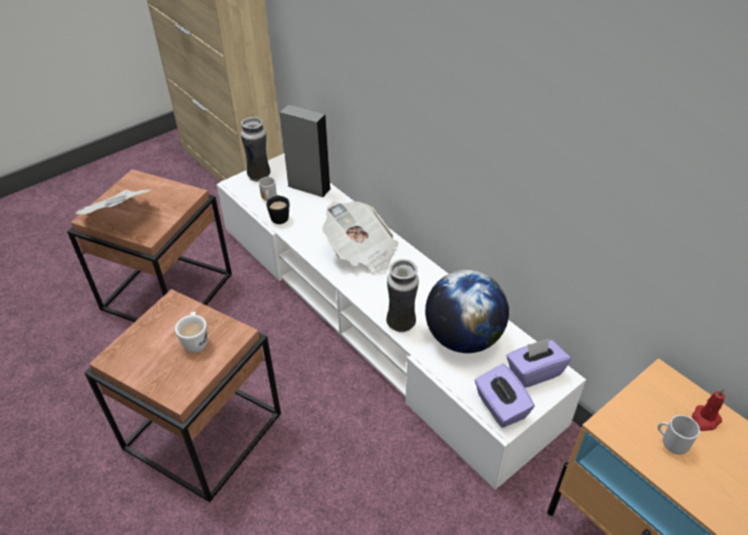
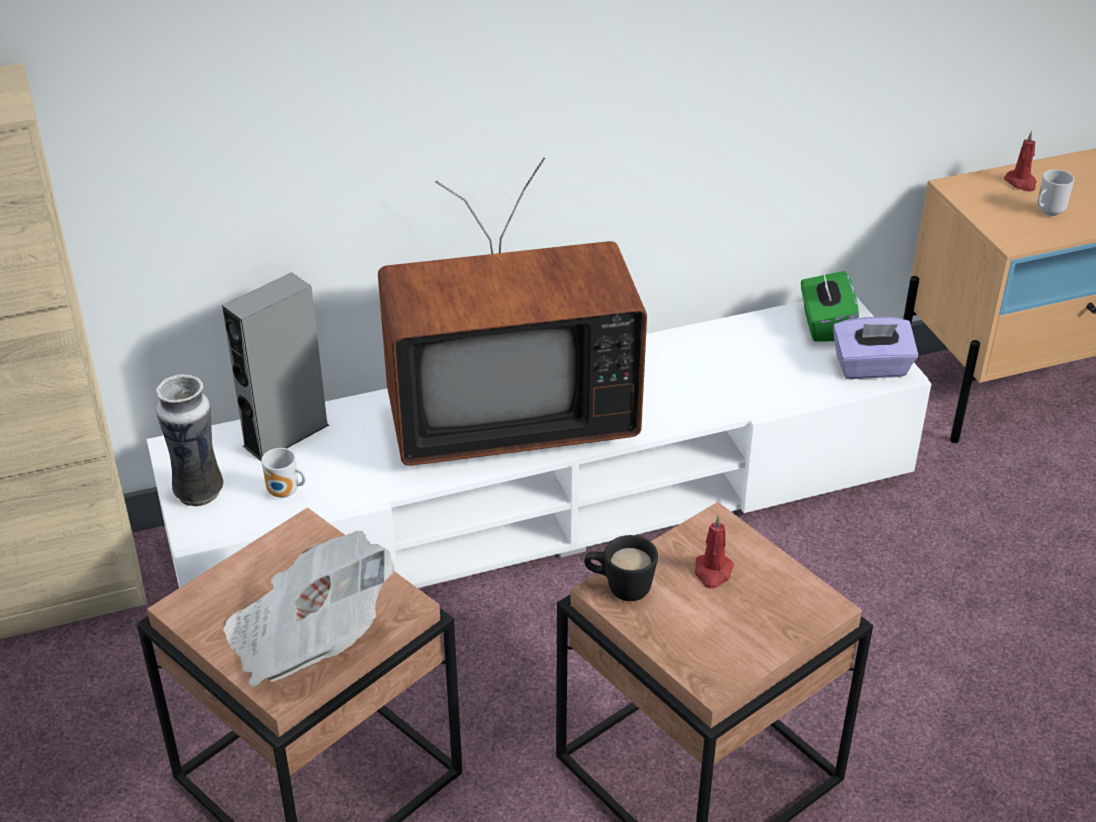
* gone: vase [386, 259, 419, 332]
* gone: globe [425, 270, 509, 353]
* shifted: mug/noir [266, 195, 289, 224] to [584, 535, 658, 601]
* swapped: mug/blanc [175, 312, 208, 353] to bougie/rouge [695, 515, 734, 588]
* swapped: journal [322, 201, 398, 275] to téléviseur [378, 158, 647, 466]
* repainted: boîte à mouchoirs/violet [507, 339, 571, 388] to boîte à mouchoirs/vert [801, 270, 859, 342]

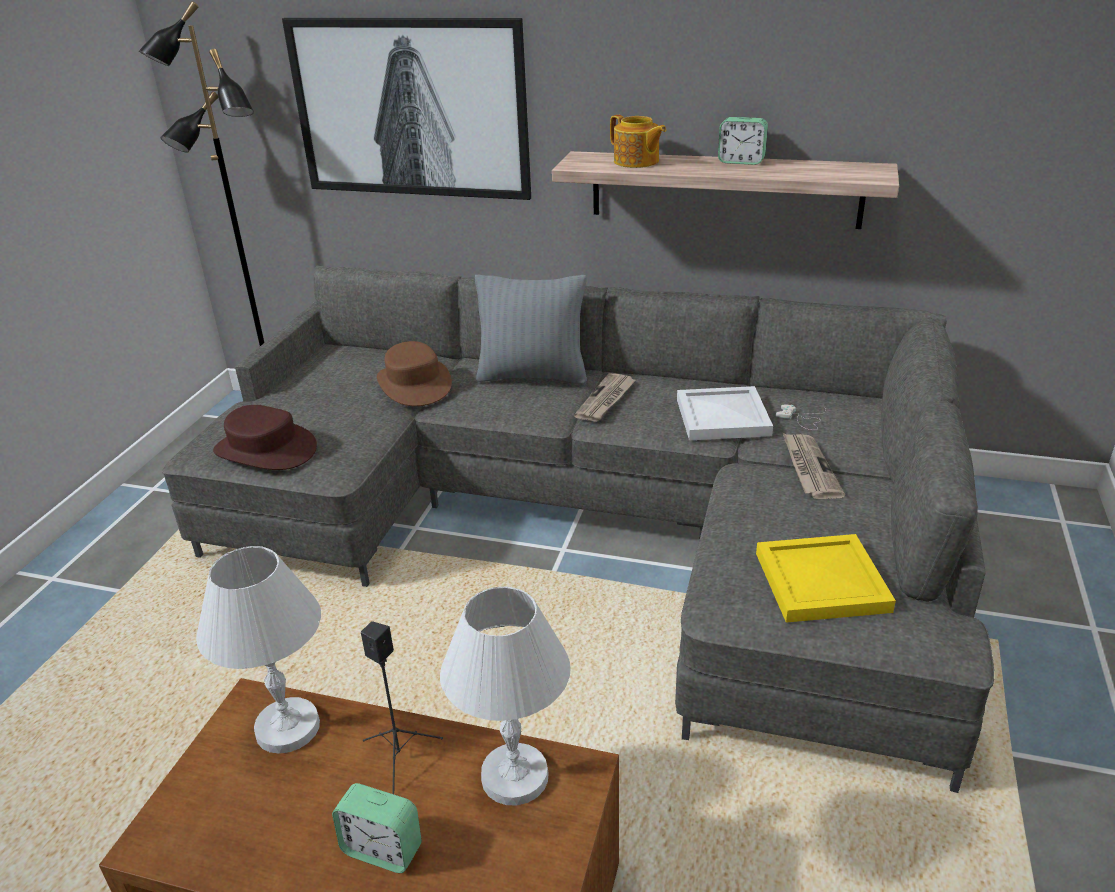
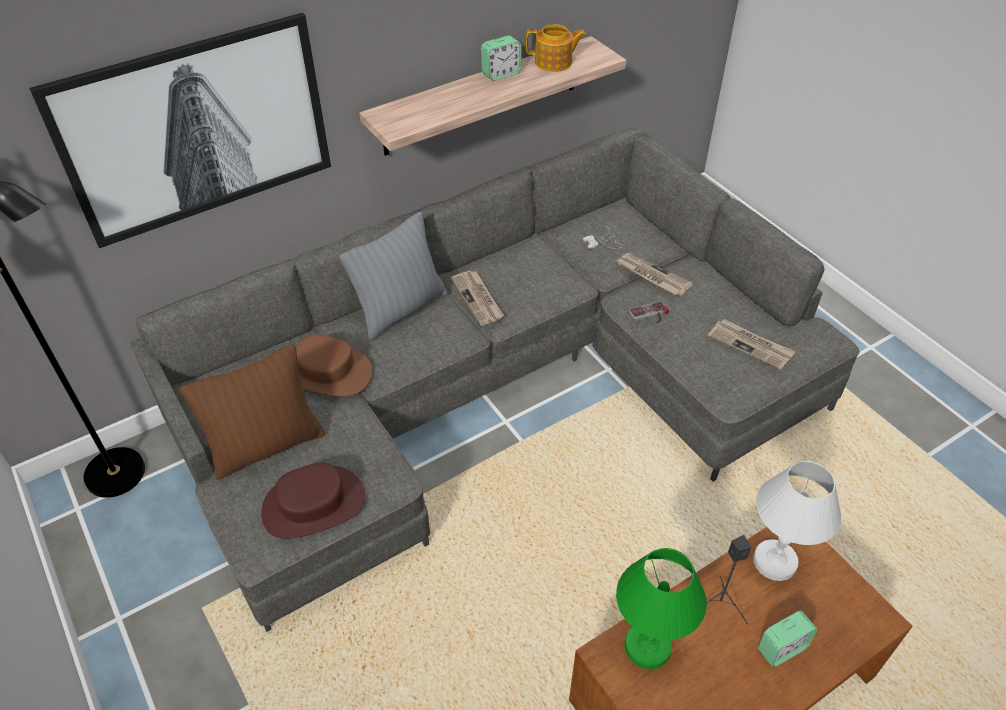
* gone: plateau/blanc [677, 386, 773, 440]
* new: coussin/marron [180, 344, 325, 480]
* new: manette [628, 301, 669, 323]
* shifted: théière [610, 115, 666, 168] to [526, 24, 586, 72]
* swapped: plateau/jaune [756, 534, 896, 623] to journal [708, 319, 796, 370]
* repainted: lampe de table/blanc [196, 546, 321, 754] to lampe de table/vert [616, 548, 707, 669]

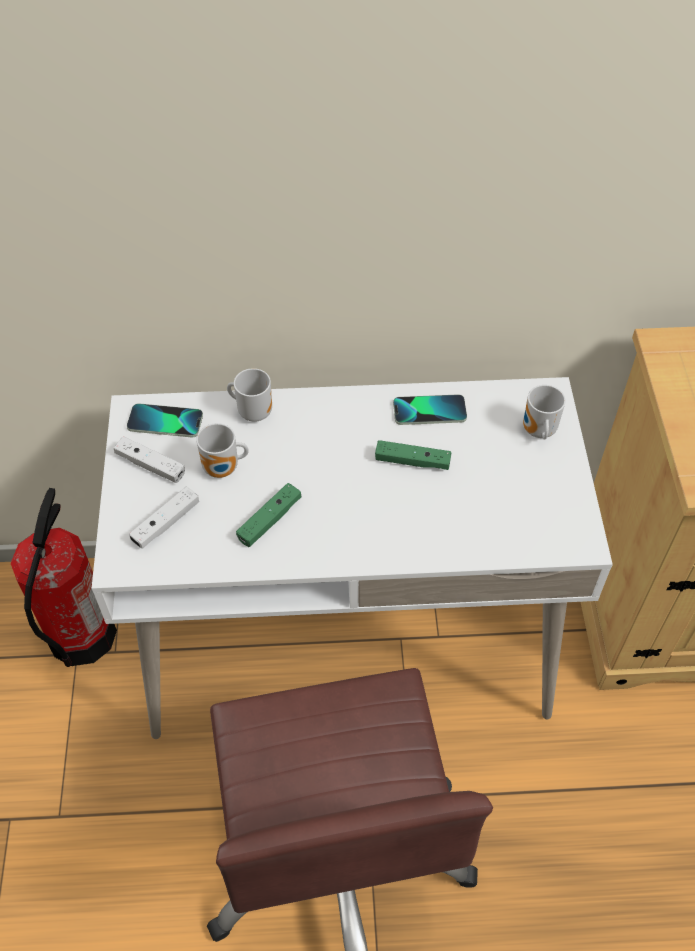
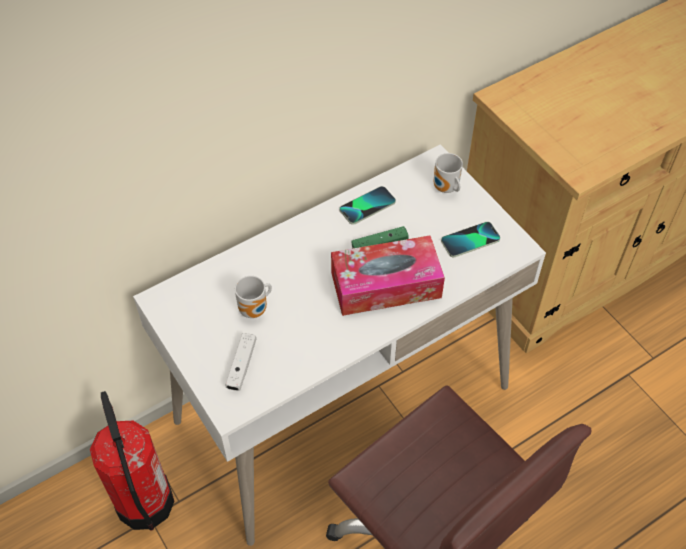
* gone: manette/blanc [113, 436, 185, 483]
* gone: mug [227, 368, 272, 422]
* gone: manette/vert [236, 483, 301, 547]
* new: boîte à mouchoirs [331, 236, 445, 316]
* shifted: téléphone [127, 403, 203, 437] to [441, 222, 500, 257]

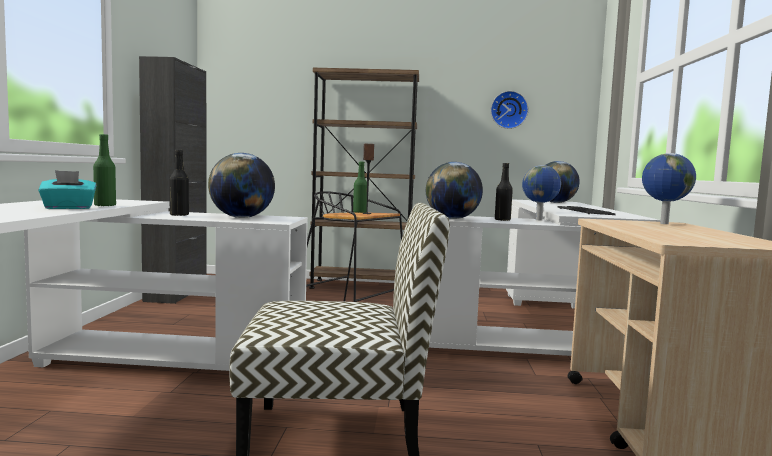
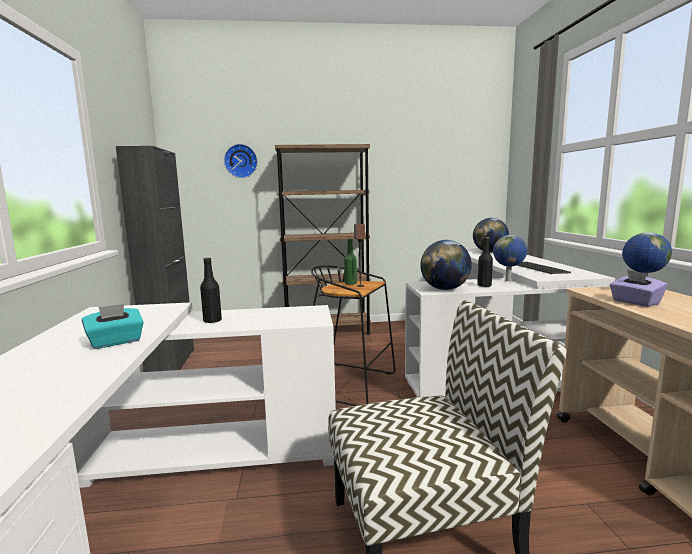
* gone: bouteille/vert [93, 134, 116, 206]
* gone: globe [208, 153, 275, 218]
* new: boîte à mouchoirs/violet [609, 270, 667, 307]
* shifted: horloge murale [491, 91, 528, 129] to [224, 144, 258, 178]

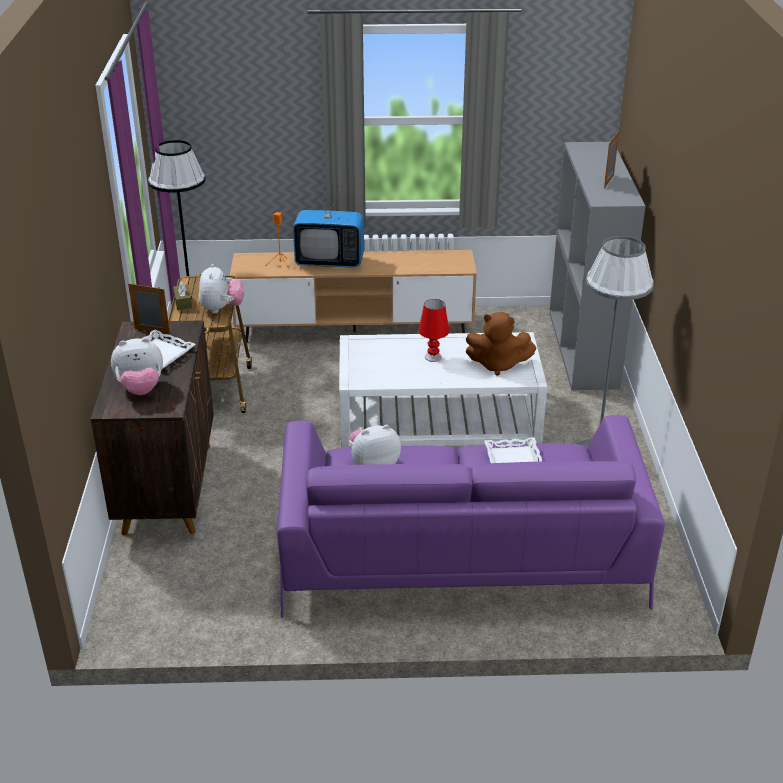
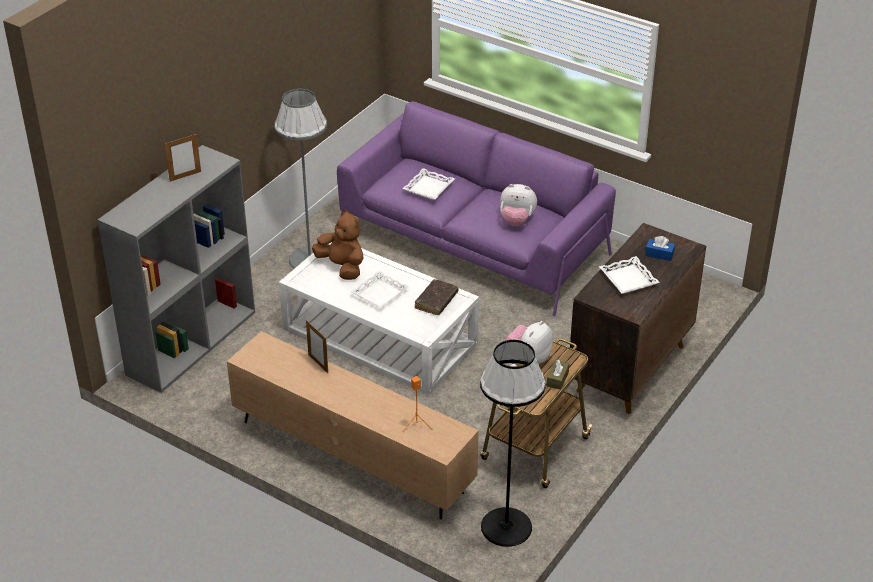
* gone: téléviseur [293, 185, 364, 268]
* new: livre/marron [415, 279, 458, 315]
* shifted: cadre photo [128, 283, 170, 335] to [306, 320, 328, 373]
* swapped: peluche [111, 338, 163, 395] to boîte à mouchoirs/bleu [645, 236, 675, 261]
* swapped: lampe de table/rouge [418, 299, 449, 362] to plateau/blanc [351, 271, 409, 309]

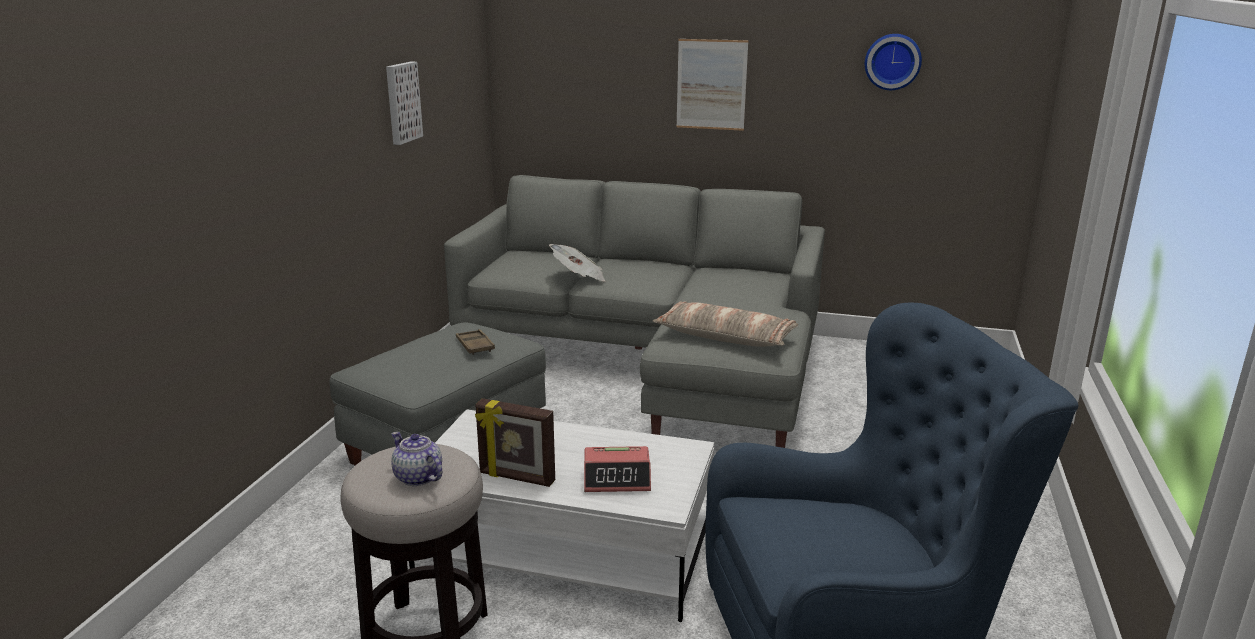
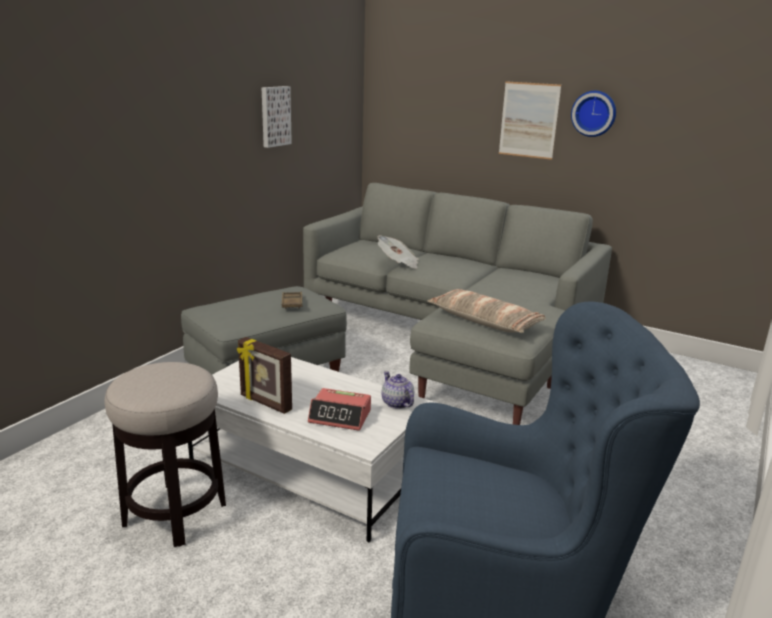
* shifted: théière [391, 432, 442, 486] to [381, 371, 414, 409]
* shifted: horloge murale [865, 34, 922, 90] to [571, 91, 616, 137]

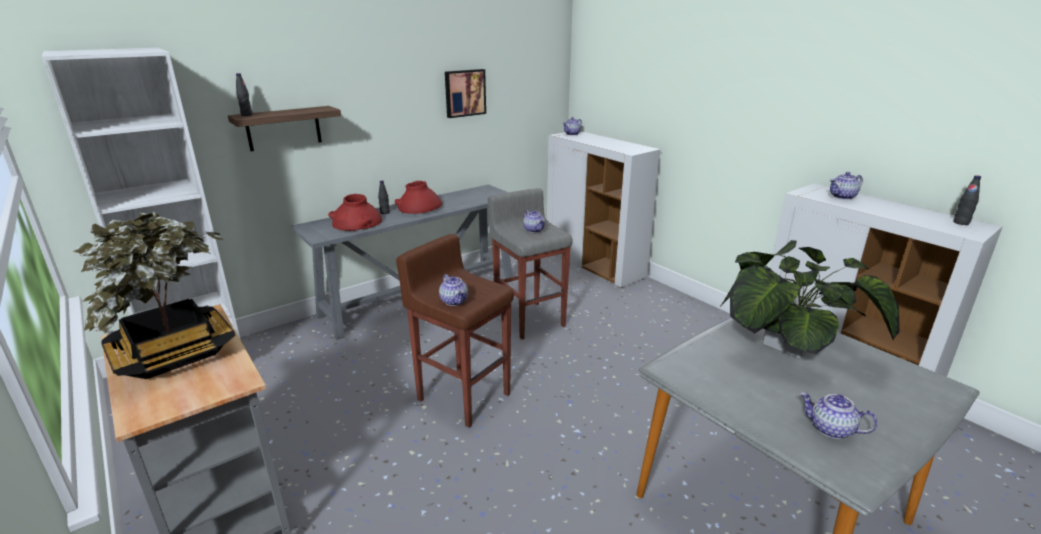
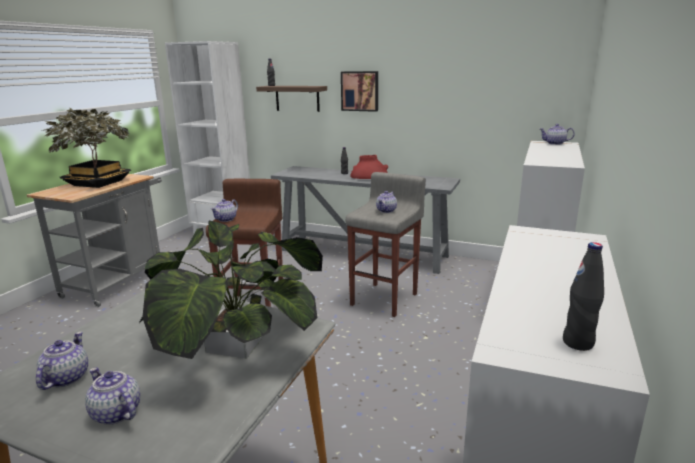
* gone: vase/rouge [328, 194, 382, 231]
* shifted: tableau [445, 69, 486, 118] to [341, 71, 378, 112]
* shifted: théière [830, 172, 863, 199] to [85, 367, 140, 425]

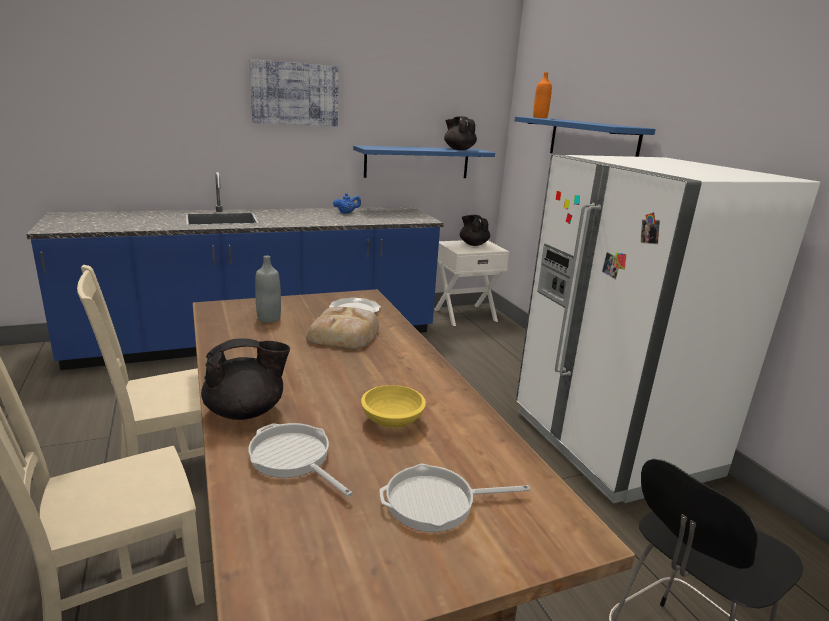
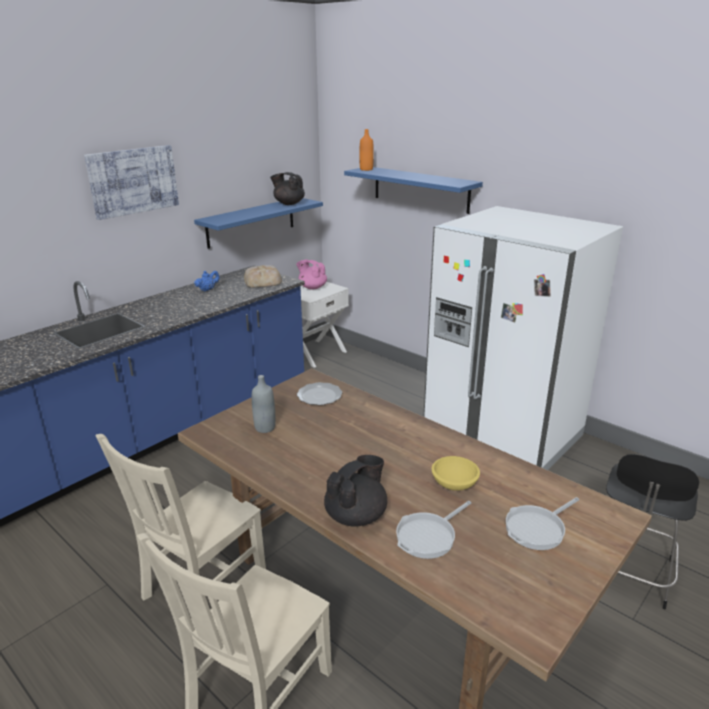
* shifted: pain [306, 307, 379, 349] to [244, 265, 282, 288]
* repainted: théière/noir [460, 215, 490, 246] to théière/rose [296, 260, 327, 289]
* rotated: poêle [248, 423, 353, 497] = [396, 501, 471, 559] 60 degrees counterclockwise

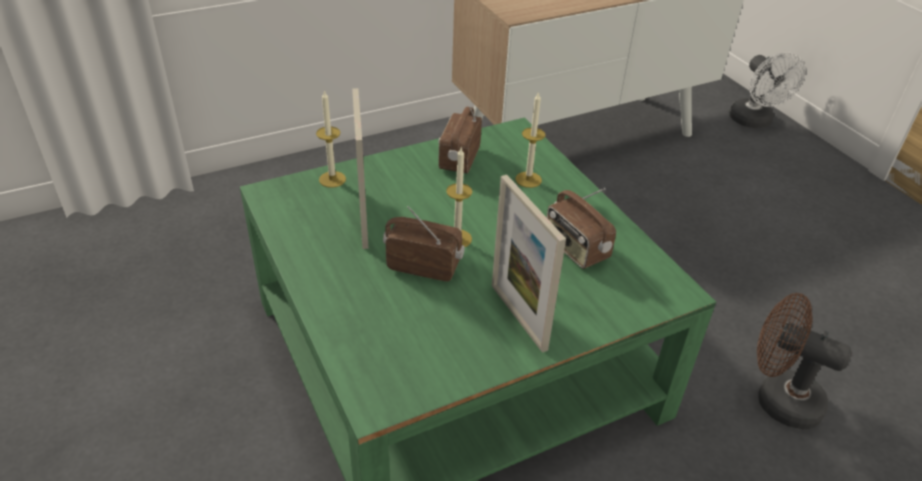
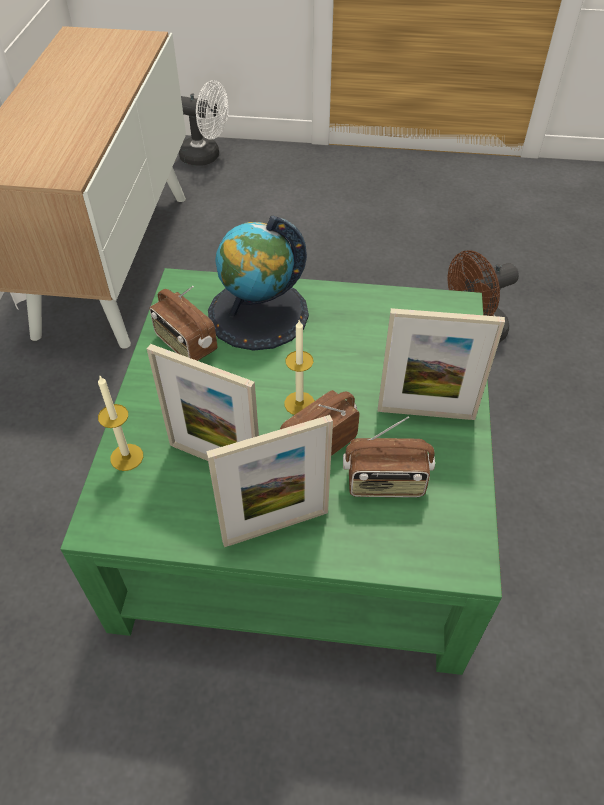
* new: cadre photo [206, 415, 333, 547]
* shifted: radio [547, 188, 616, 269] to [343, 417, 435, 497]
* swapped: bougie [516, 91, 545, 188] to globe [208, 216, 309, 351]

